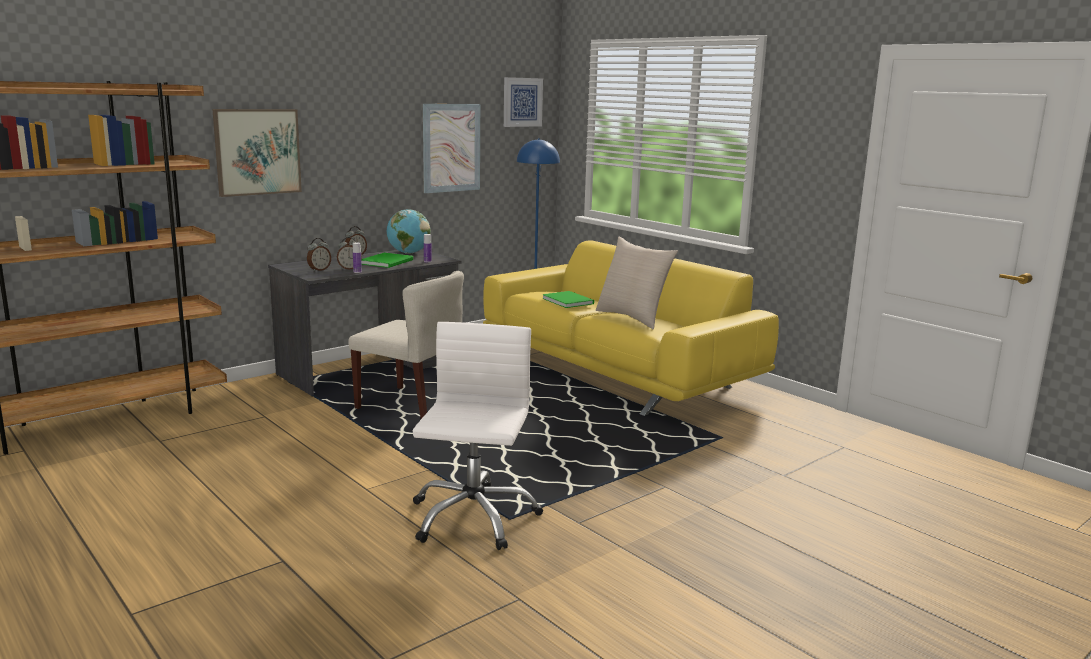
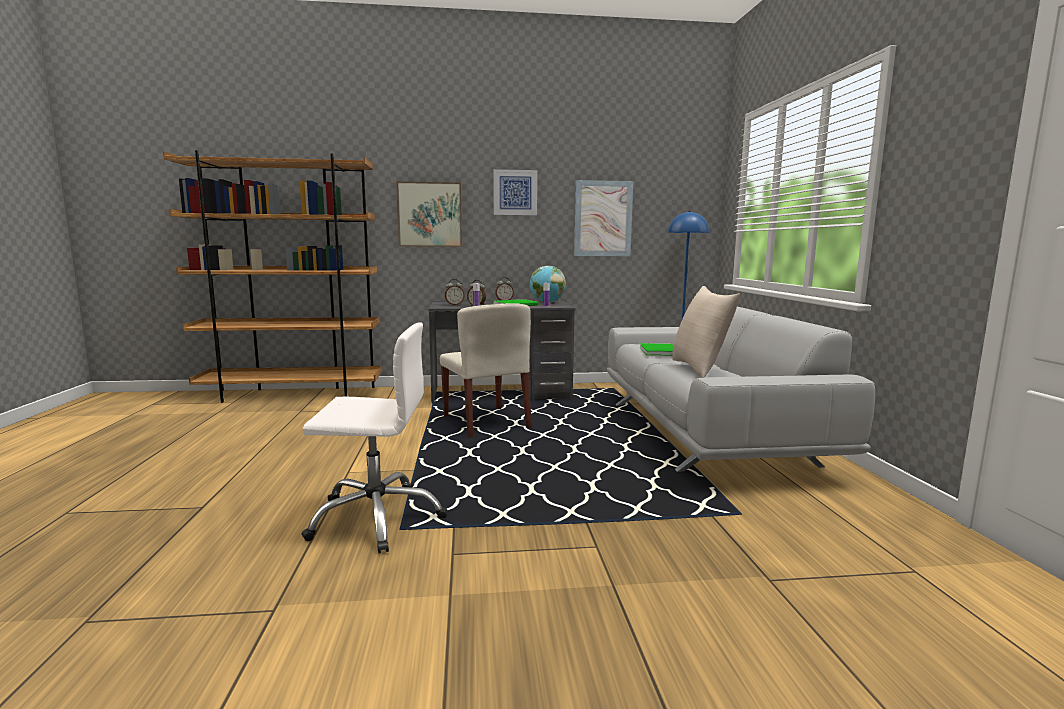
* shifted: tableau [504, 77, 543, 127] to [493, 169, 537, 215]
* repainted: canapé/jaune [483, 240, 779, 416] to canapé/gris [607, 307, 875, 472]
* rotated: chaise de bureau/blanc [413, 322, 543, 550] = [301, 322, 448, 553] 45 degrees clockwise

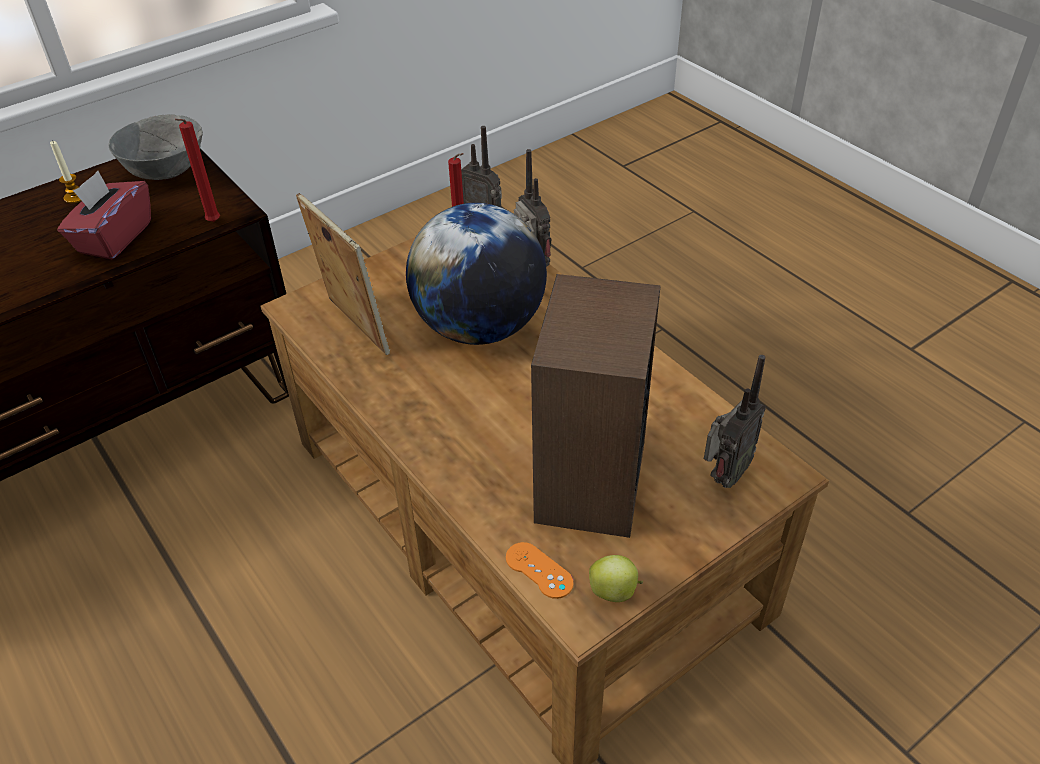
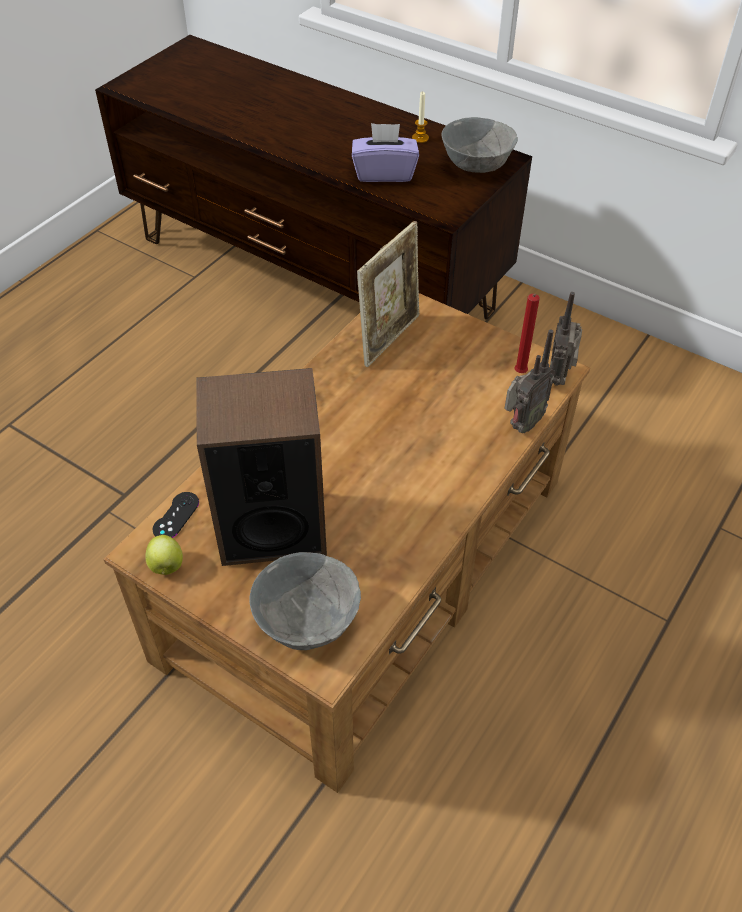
* gone: bougie/rouge [175, 119, 220, 222]
* gone: globe [406, 203, 547, 345]
* swapped: radio [704, 355, 766, 488] to bol/gris [249, 552, 361, 650]
* repainted: boîte à mouchoirs/rouge [57, 171, 151, 259] to boîte à mouchoirs/violet [352, 123, 419, 182]
* repainted: manette/orange [506, 542, 574, 599] to manette/noir [152, 492, 199, 538]

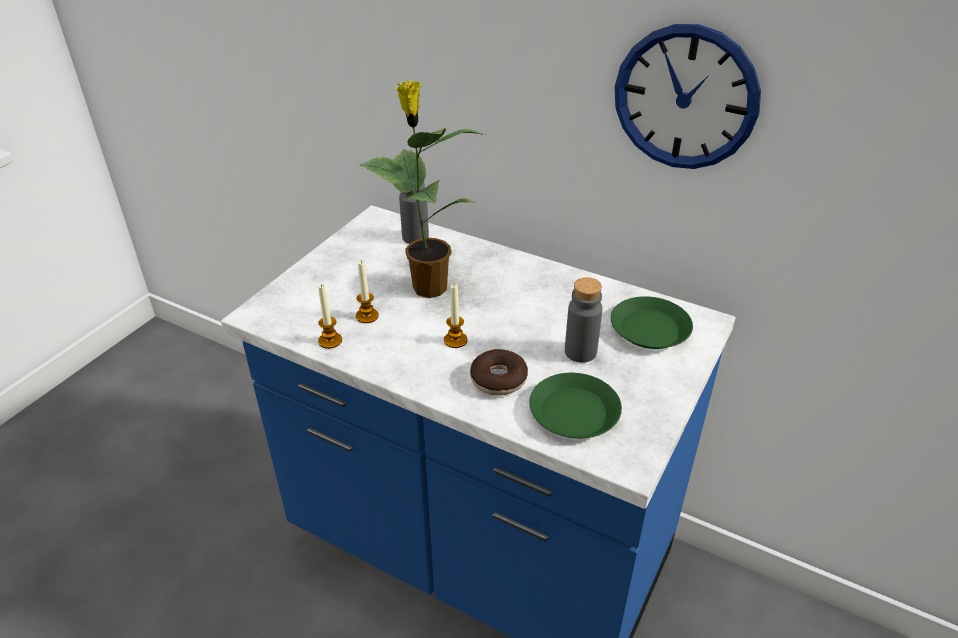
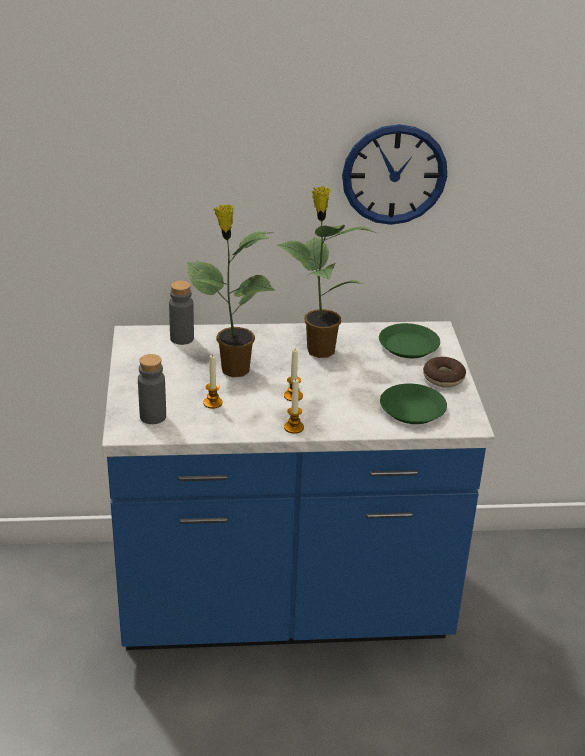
* new: plante en pot [278, 186, 377, 358]
* shifted: bougie [318, 284, 342, 349] to [284, 379, 304, 434]
* shifted: beignet [470, 349, 528, 396] to [423, 357, 466, 387]
* shifted: bouteille/gris [565, 277, 602, 363] to [138, 354, 166, 424]

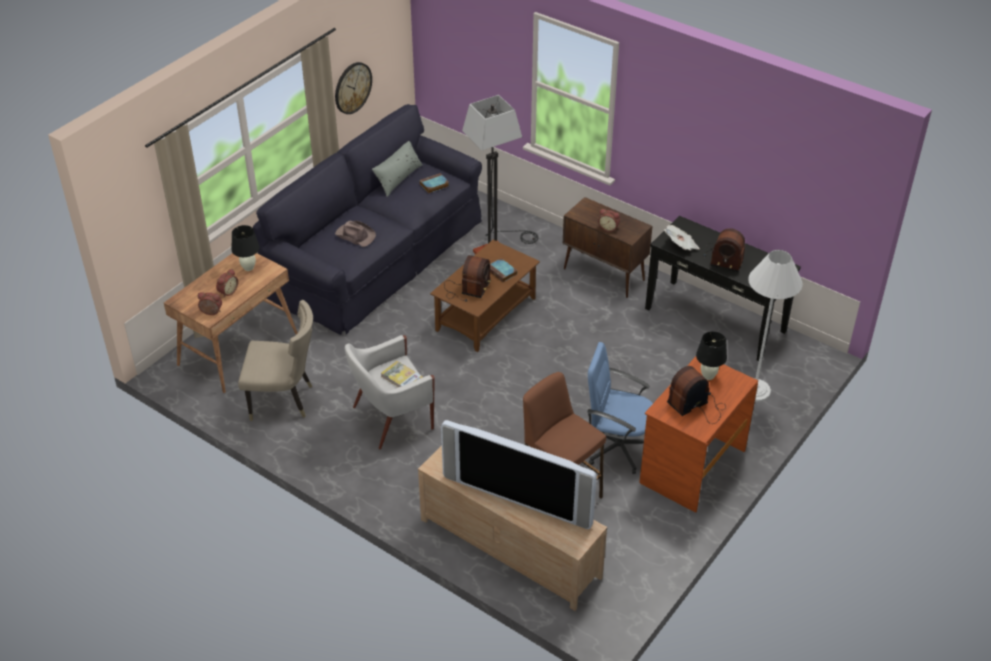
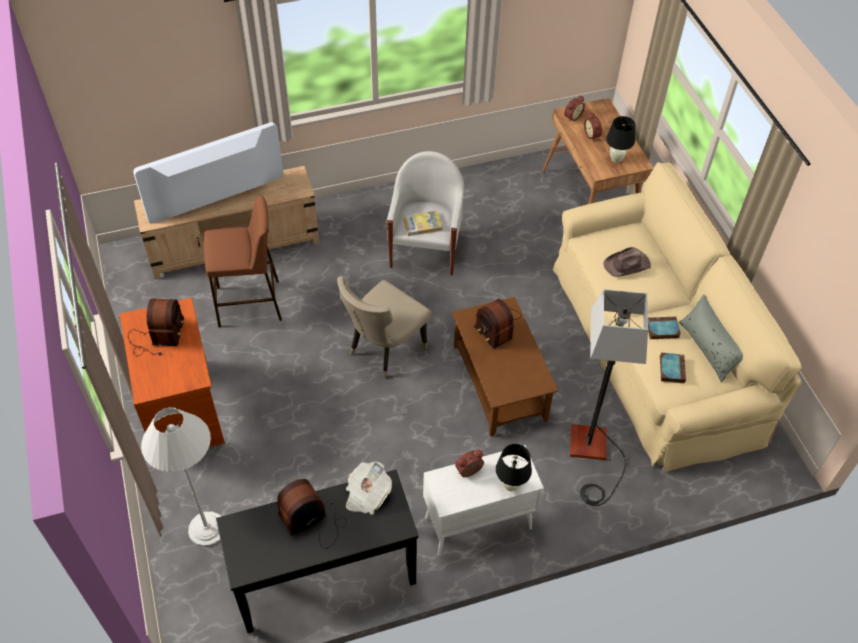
* gone: horloge murale [335, 62, 372, 114]
* gone: chaise de bureau/bleu [587, 342, 653, 474]
* shifted: chaise/beige [238, 300, 313, 421] to [337, 276, 432, 379]
* shifted: livre [490, 258, 518, 282] to [648, 317, 681, 339]
* shifted: lampe de table/noir [696, 331, 727, 380] to [496, 444, 532, 491]
* repainted: canapé/noir [253, 104, 482, 335] to canapé/beige [553, 162, 802, 473]
* repainted: meuble de rangement/marron [563, 197, 653, 298] to meuble de rangement/blanc [423, 445, 544, 556]

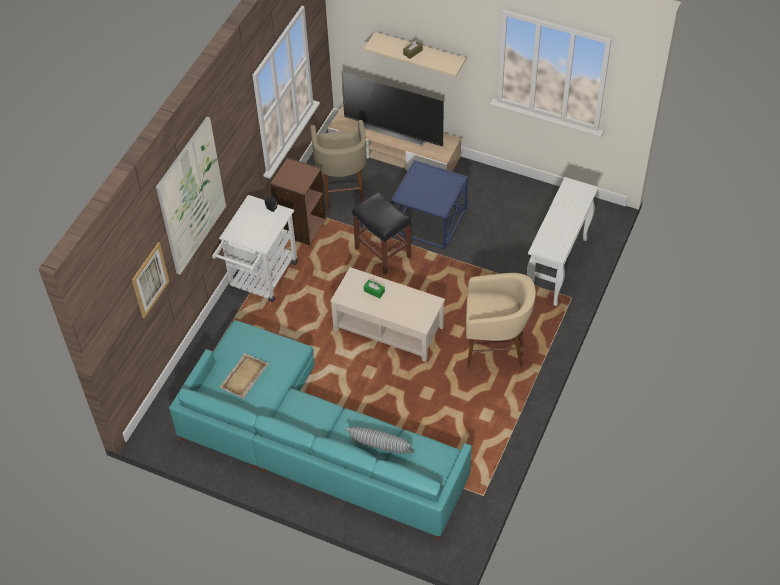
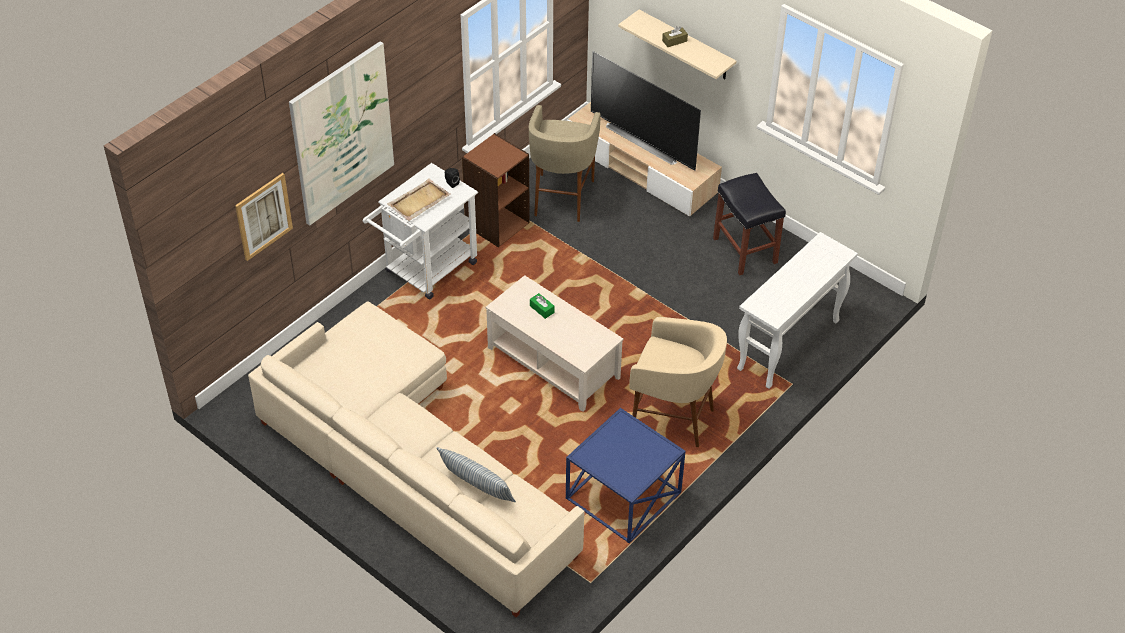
* shifted: plateau/beige [219, 353, 269, 399] to [387, 178, 451, 221]
* shifted: tabouret/noir [352, 192, 411, 275] to [713, 173, 786, 275]
* shifted: table d'appoint/bleu [391, 160, 468, 249] to [566, 408, 686, 543]
* repainted: canapé/turquoise [169, 320, 472, 539] to canapé/beige [248, 301, 584, 617]

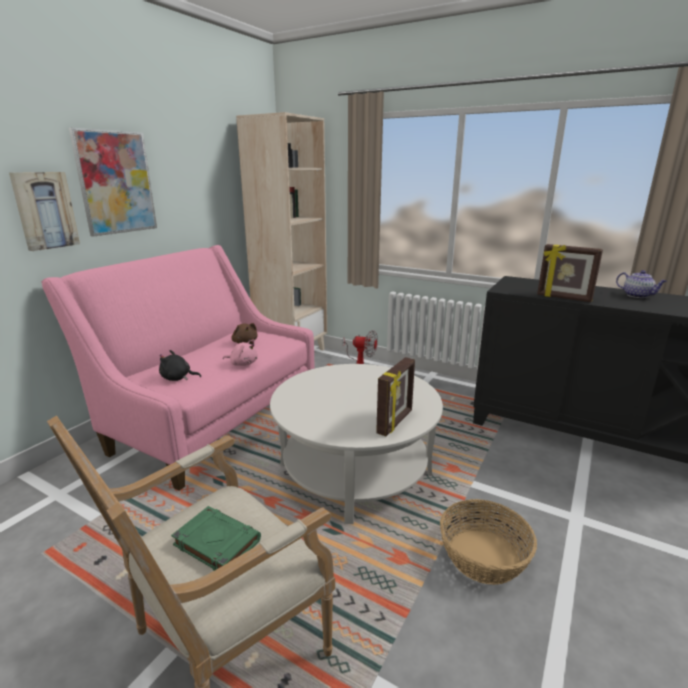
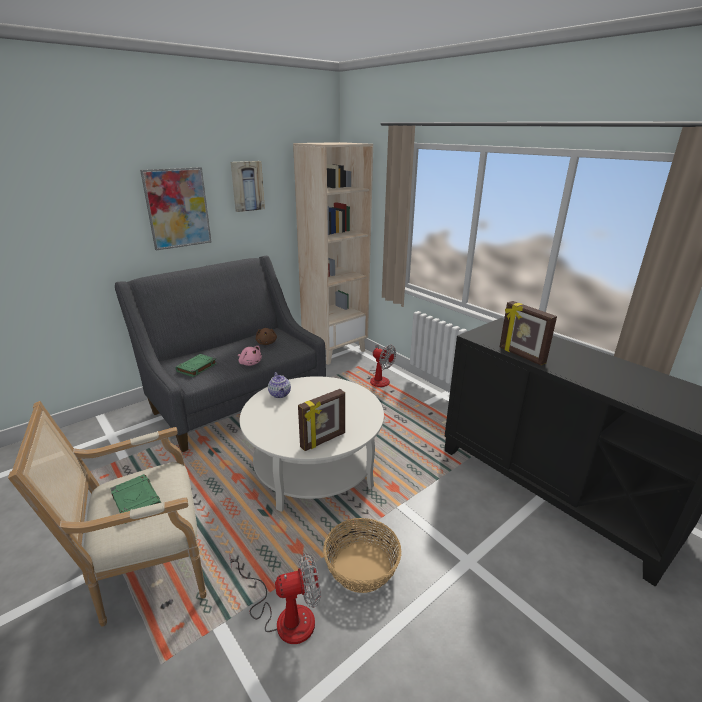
* new: ventilateur [229, 552, 321, 644]
* shifted: tableau [9, 172, 80, 251] to [231, 161, 265, 212]
* shifted: théière [616, 270, 667, 298] to [268, 372, 291, 398]
* swapped: peluche/noir [159, 350, 201, 381] to livre/vert [176, 354, 217, 377]
* repainted: canapé/rose [42, 245, 315, 491] to canapé/gris [115, 256, 326, 452]

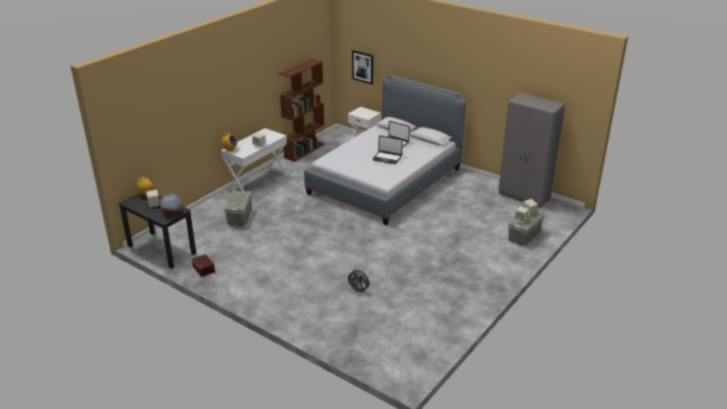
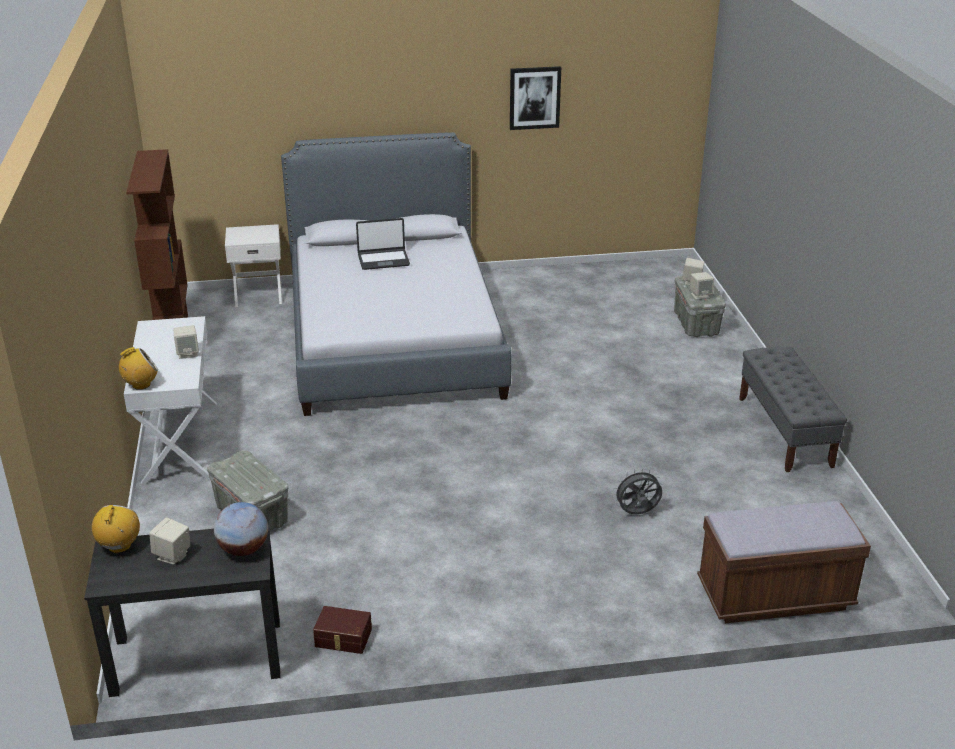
* gone: ordinateur portable [373, 135, 403, 164]
* gone: armoire/gris [499, 93, 565, 208]
* new: banc/marron [697, 501, 871, 623]
* new: banc/gris [739, 347, 847, 472]
* shifted: tableau [352, 50, 373, 84] to [510, 66, 561, 130]

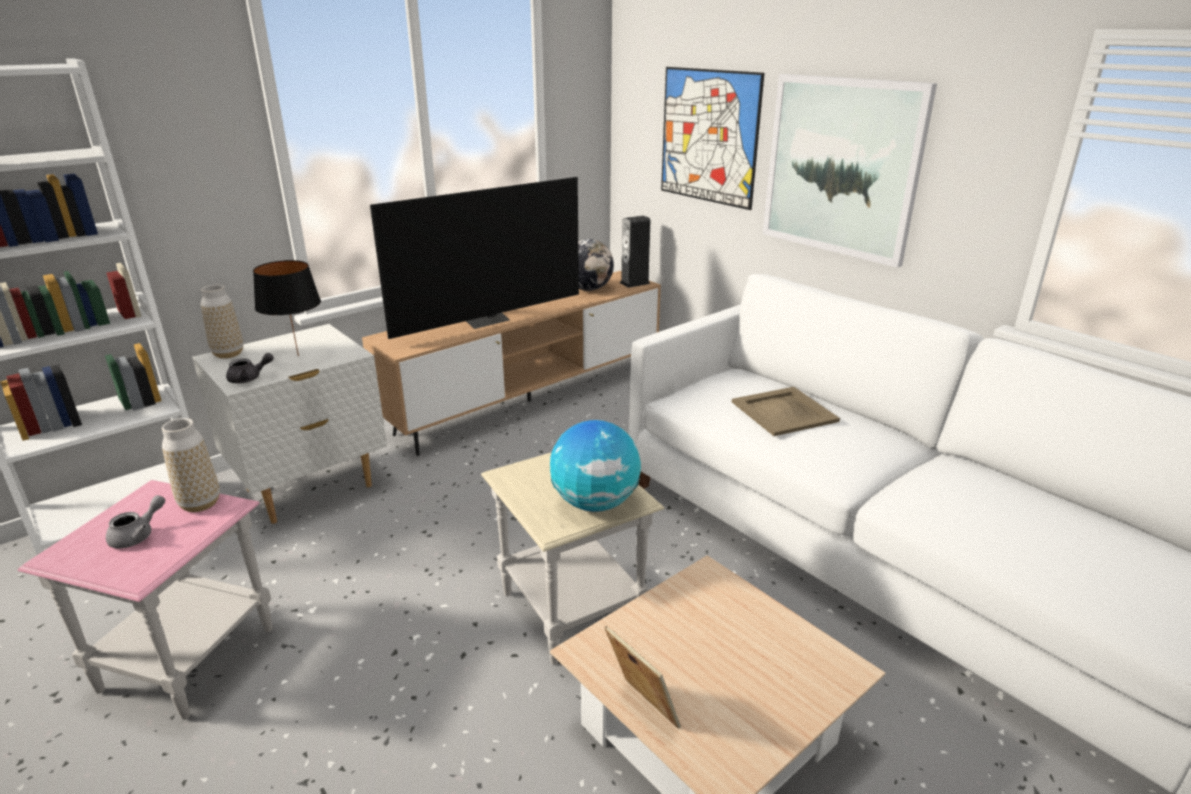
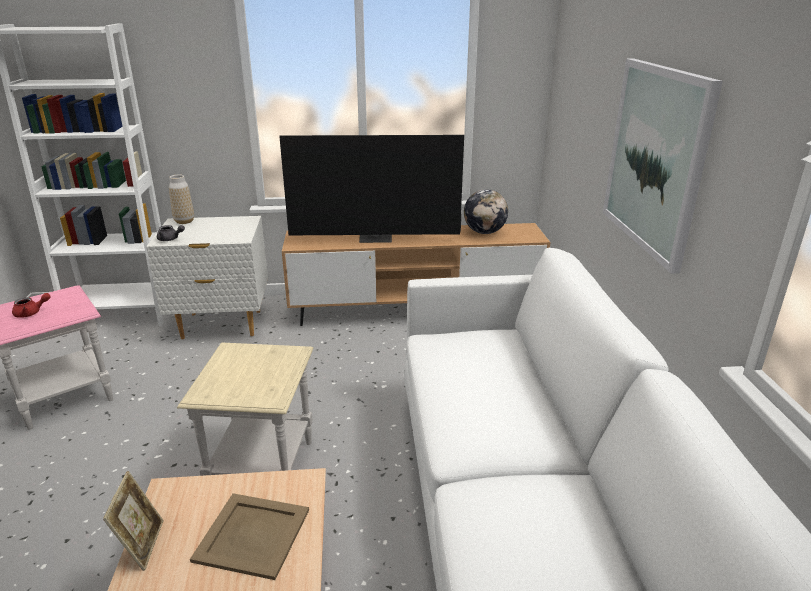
* gone: vase [162, 418, 220, 512]
* gone: lampe de table/noir [253, 260, 321, 356]
* gone: globe [550, 420, 641, 512]
* gone: enceinte [620, 216, 650, 288]
* gone: tableau [661, 67, 764, 210]
* shifted: plateau/beige [732, 387, 840, 436] to [190, 493, 309, 580]
* repainted: théière/gris [106, 495, 165, 549] to théière/rouge [12, 293, 51, 318]

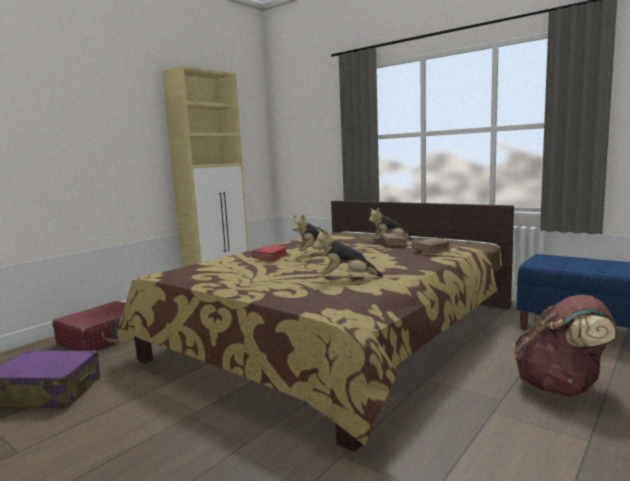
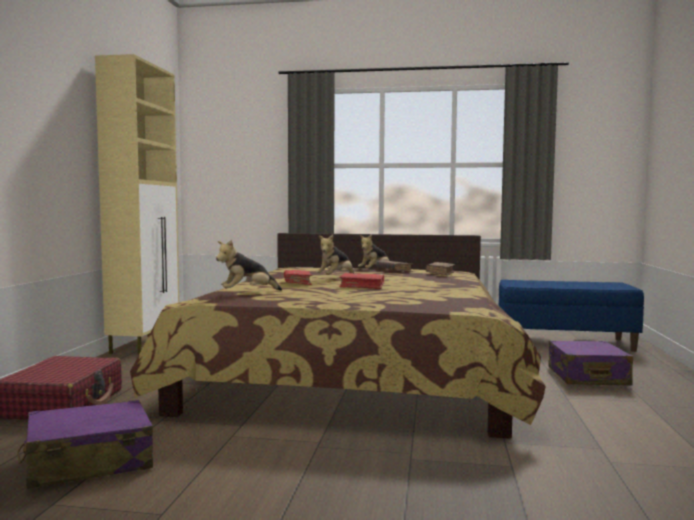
* new: livre/rouge [339, 273, 384, 289]
* shifted: peluche [313, 229, 383, 277] to [216, 240, 282, 291]
* swapped: sac à dos/marron [514, 295, 616, 397] to valise/violet [549, 341, 633, 386]

